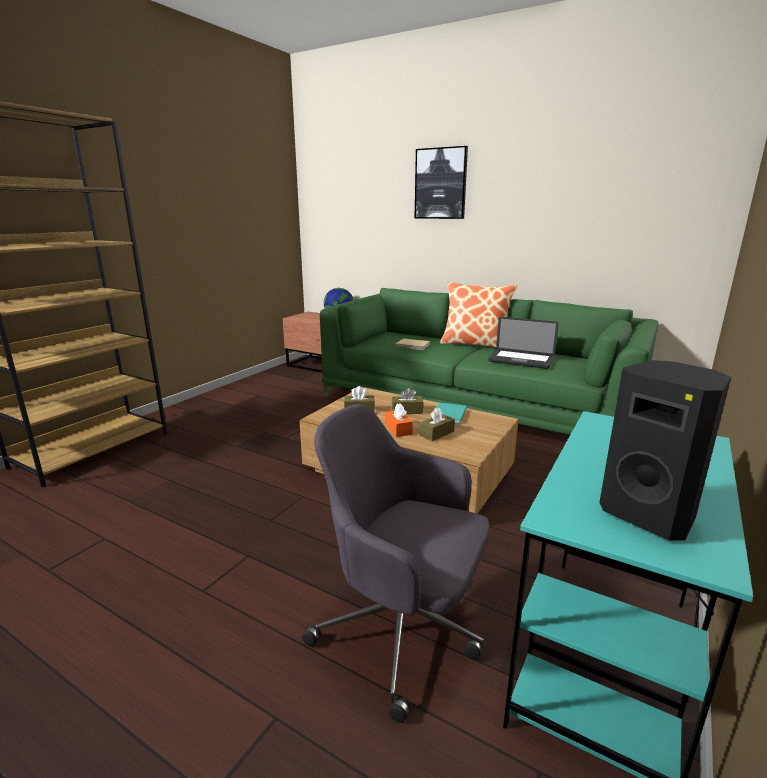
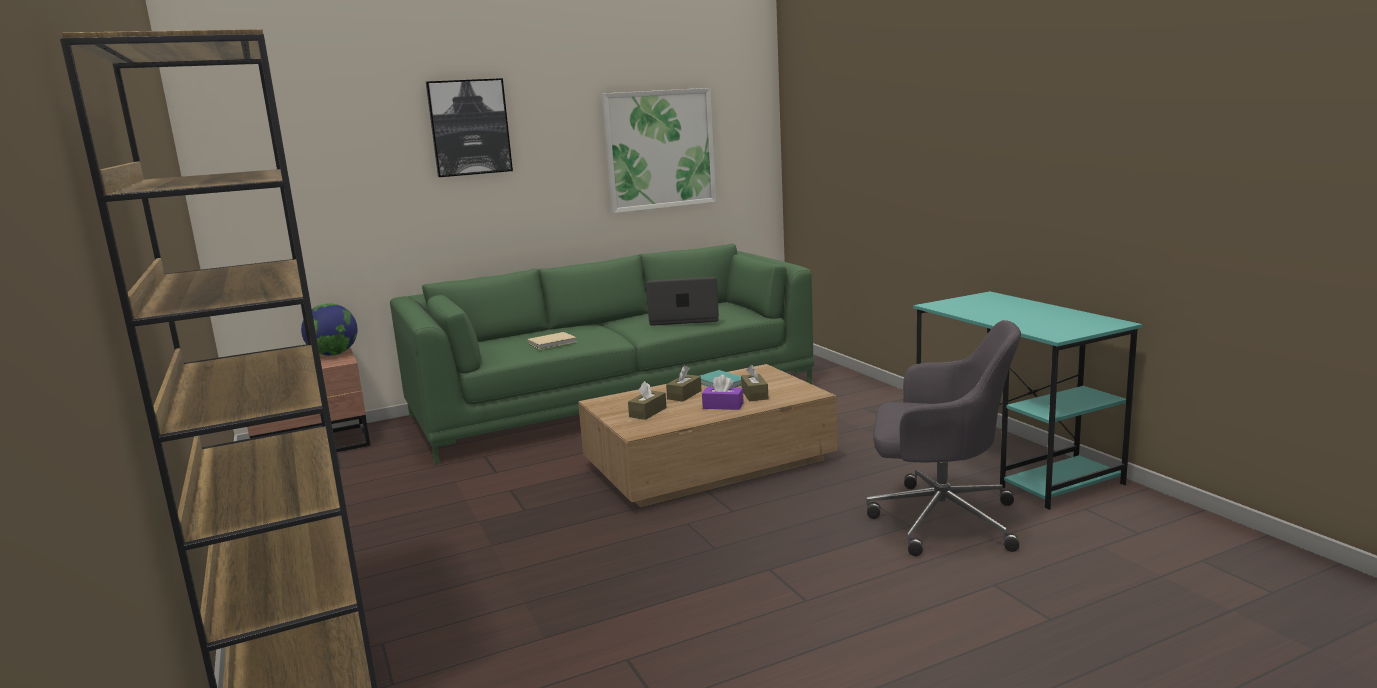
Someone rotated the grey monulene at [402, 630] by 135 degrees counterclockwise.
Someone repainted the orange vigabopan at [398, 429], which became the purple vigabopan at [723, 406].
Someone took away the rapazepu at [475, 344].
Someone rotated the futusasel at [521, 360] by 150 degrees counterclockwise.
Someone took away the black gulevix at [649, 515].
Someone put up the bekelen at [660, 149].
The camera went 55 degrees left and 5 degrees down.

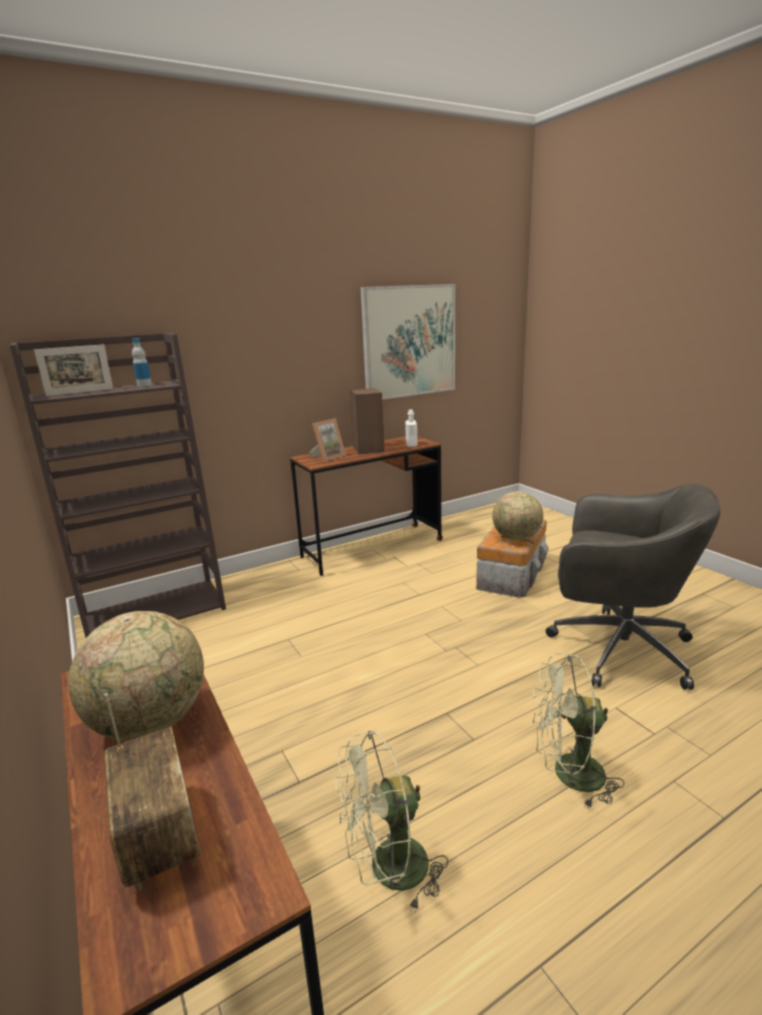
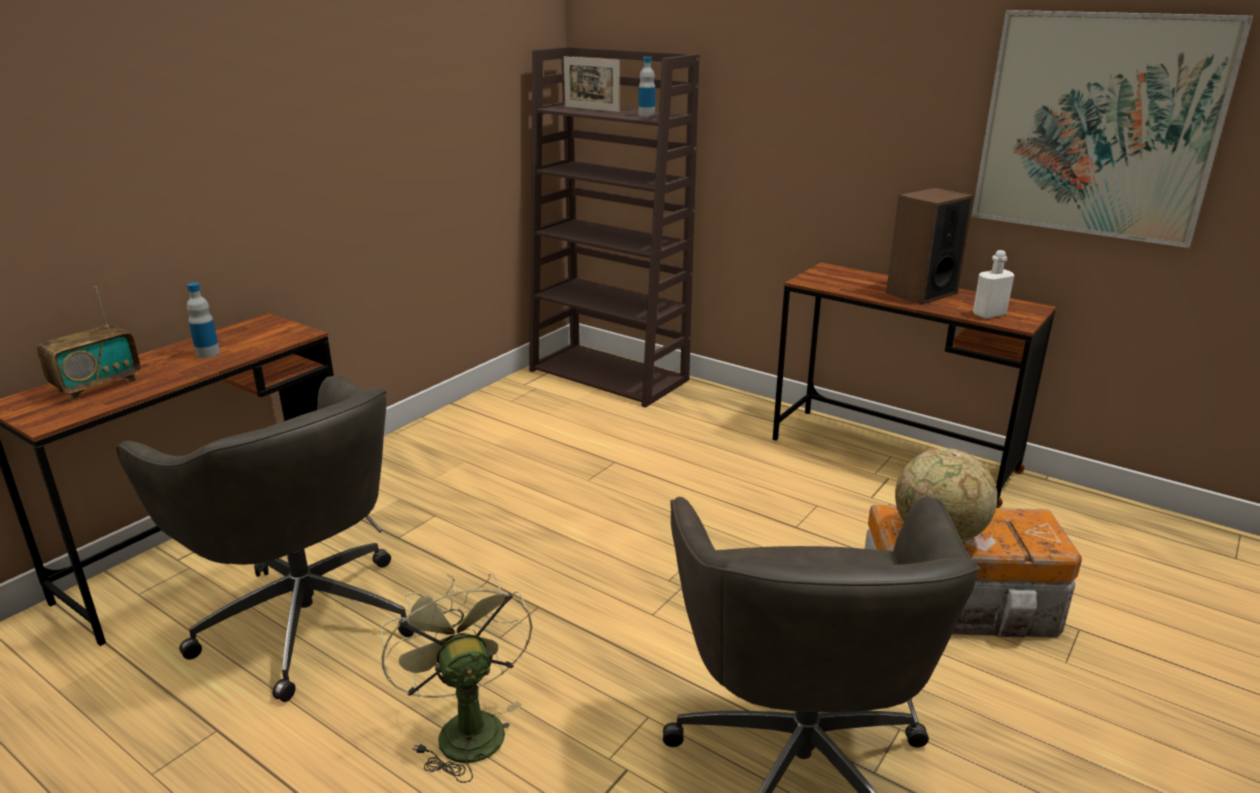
Someone swapped the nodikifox at [151, 722] for the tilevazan at [208, 354].
Someone took away the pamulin at [328, 457].
Someone swapped the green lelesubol at [388, 871] for the grey monulene at [305, 616].
The camera went 65 degrees right and 5 degrees up.

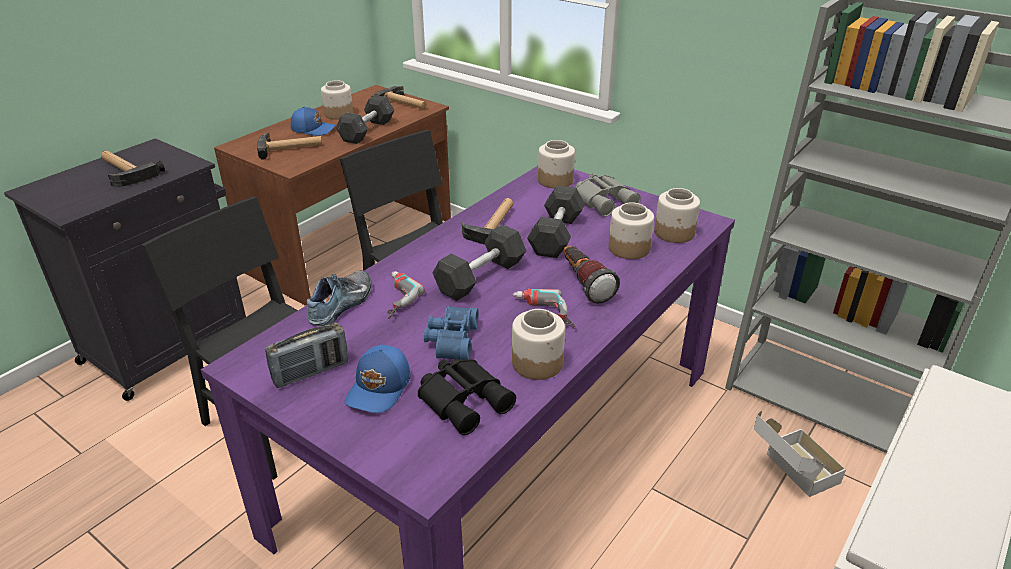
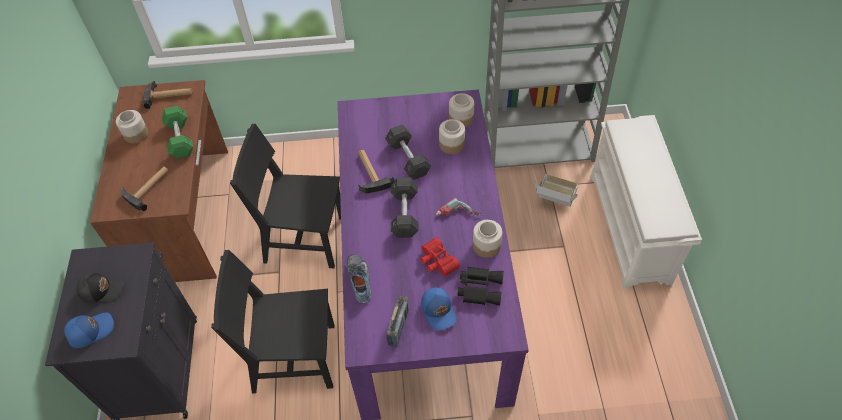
Someone swapped the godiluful at [124, 171] for the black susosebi at [101, 290].
Someone carried the blue susosebi from [313, 129] to [90, 330].
Someone repainted the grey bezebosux at [367, 131], which became the green bezebosux at [180, 138].
Someone took away the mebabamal at [392, 298].
Someone repainted the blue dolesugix at [450, 340], which became the red dolesugix at [437, 262].
Someone took away the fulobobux at [556, 180].
Someone took away the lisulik at [584, 284].
Someone took away the grey dolesugix at [605, 200].
The camera went 40 degrees left and 20 degrees up.

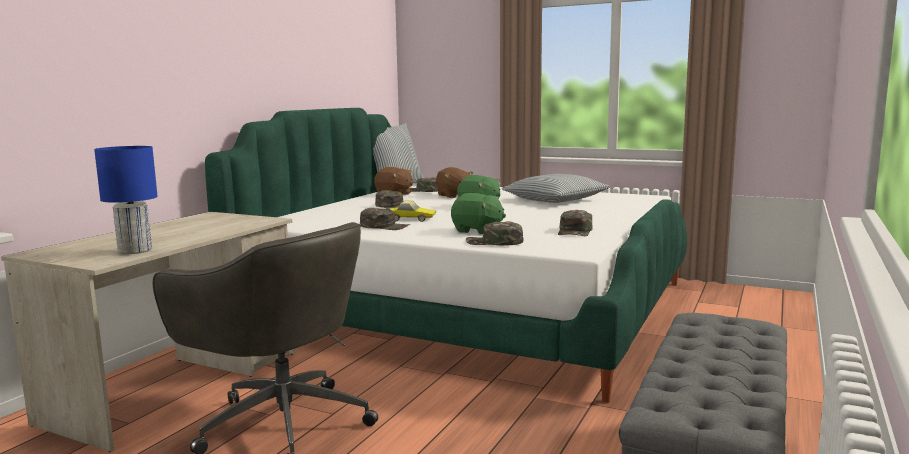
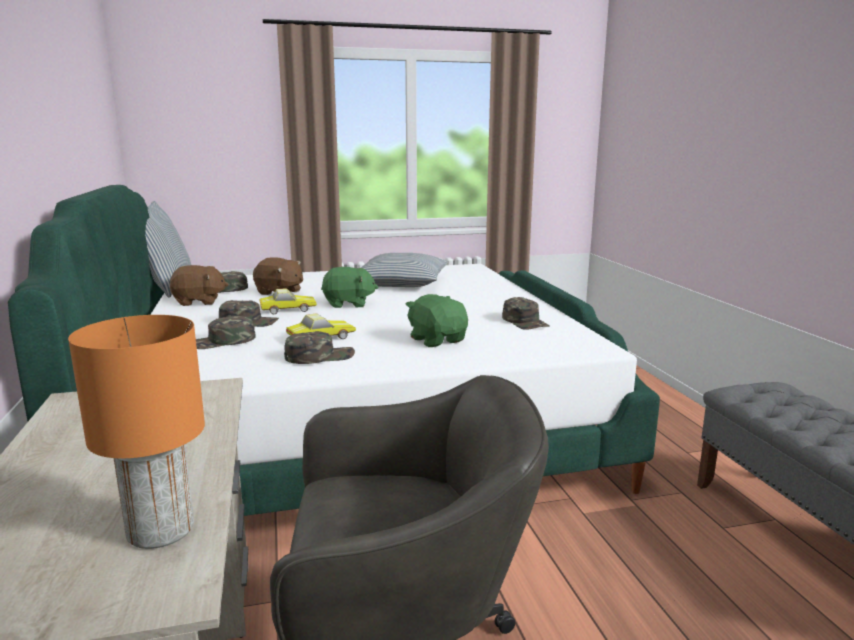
Someone repainted the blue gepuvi at [136, 250], which became the orange gepuvi at [162, 528].
Someone rotated the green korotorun at [477, 230] by 105 degrees counterclockwise.
Someone carried the green susosebi from [494, 242] to [222, 341].
Someone put down the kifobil at [287, 309].
The camera went 40 degrees left and 5 degrees up.

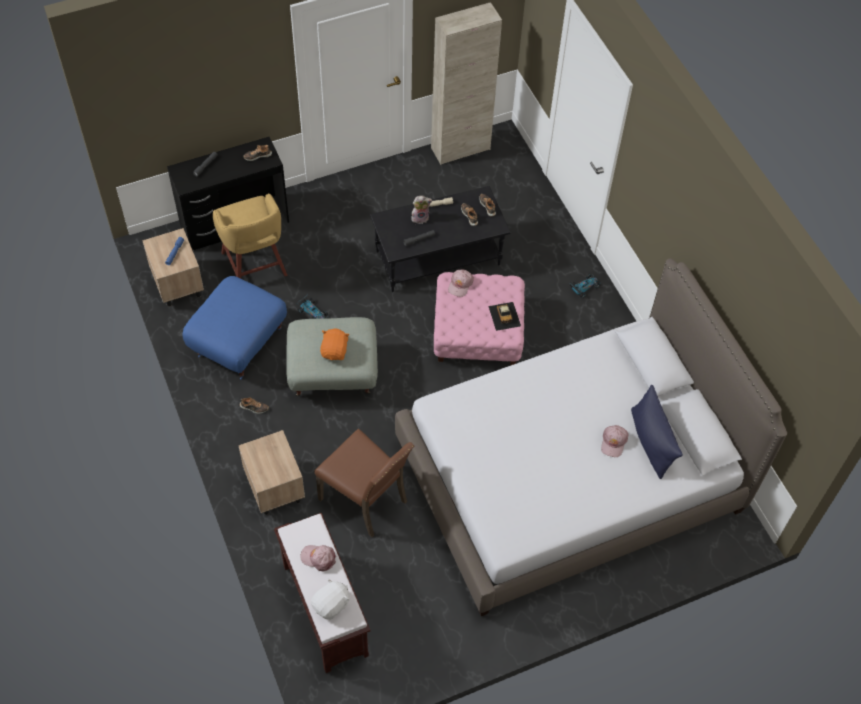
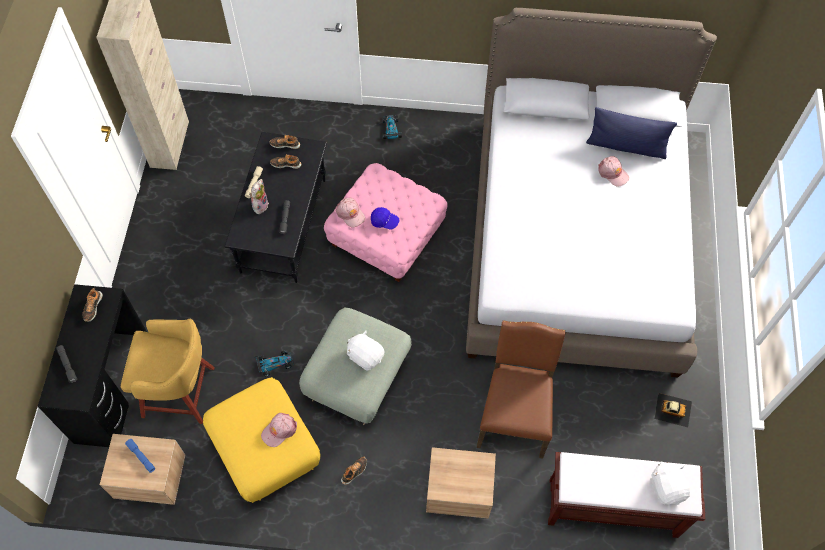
Someone repainted the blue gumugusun at [238, 341], which became the yellow gumugusun at [265, 451].
Someone carried the pink susosebi from [318, 558] to [279, 430].
Someone rotated the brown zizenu at [366, 500] by 60 degrees counterclockwise.
Someone repainted the orange korotorun at [335, 351], which became the white korotorun at [365, 356].
Someone carried the kifobil from [504, 316] to [673, 409].
Someone put down the blue susosebi at [384, 221].
The camera went 60 degrees left and 5 degrees up.

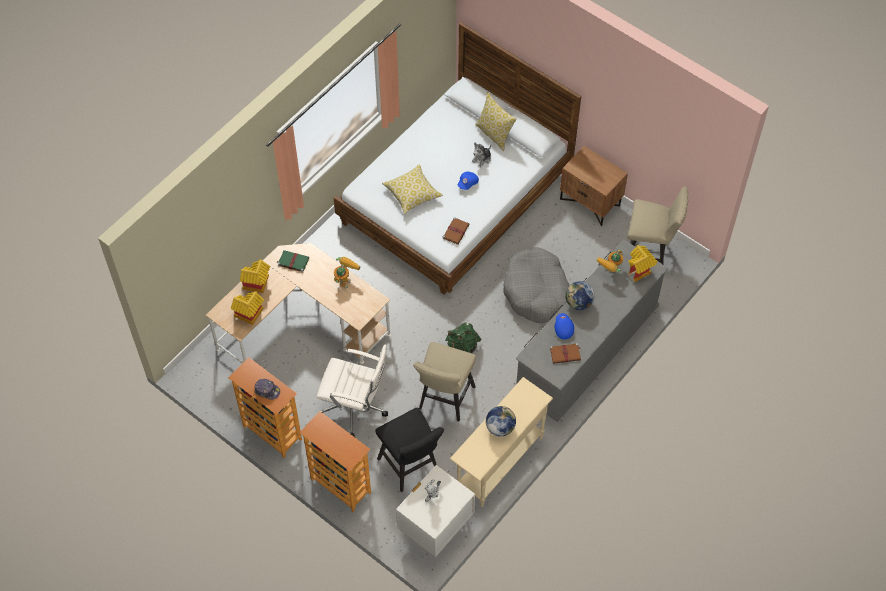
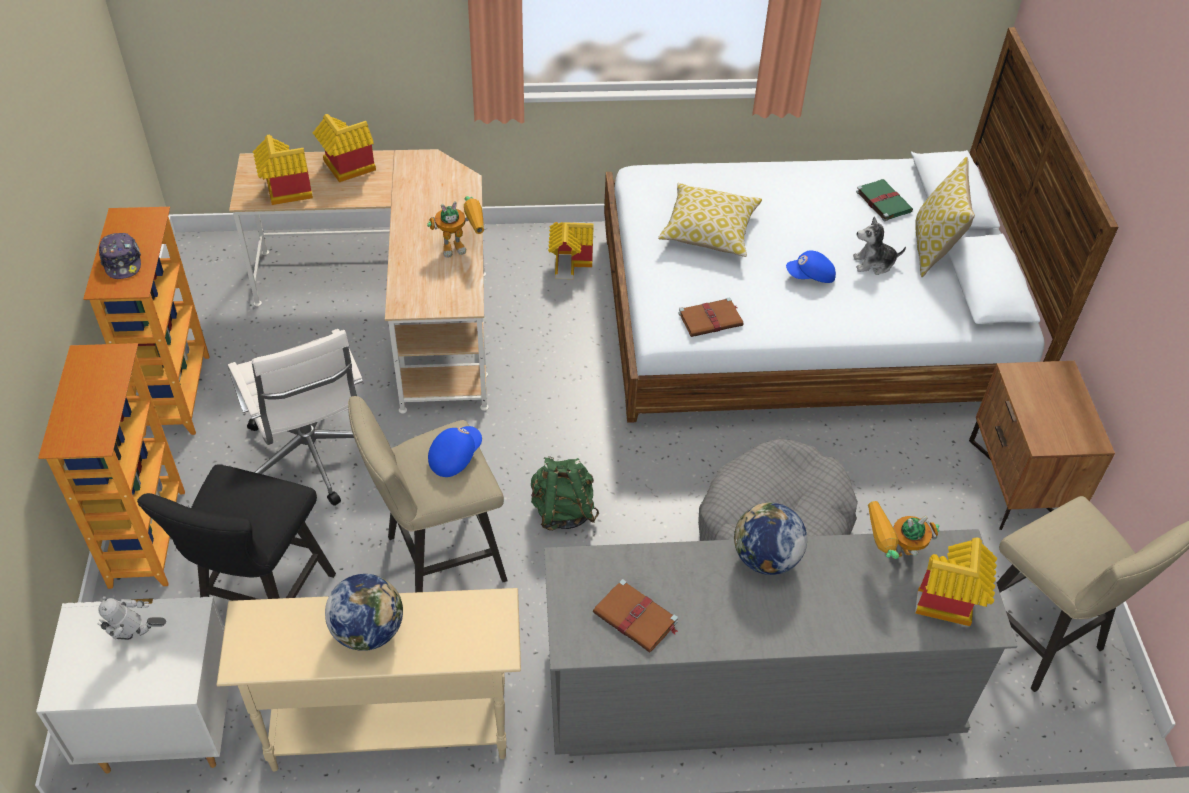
Someone carried the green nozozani from [293, 261] to [883, 201].
Someone carried the blue susosebi from [563, 328] to [455, 456].
Someone put down the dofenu at [570, 262].
The camera went 45 degrees right and 10 degrees down.

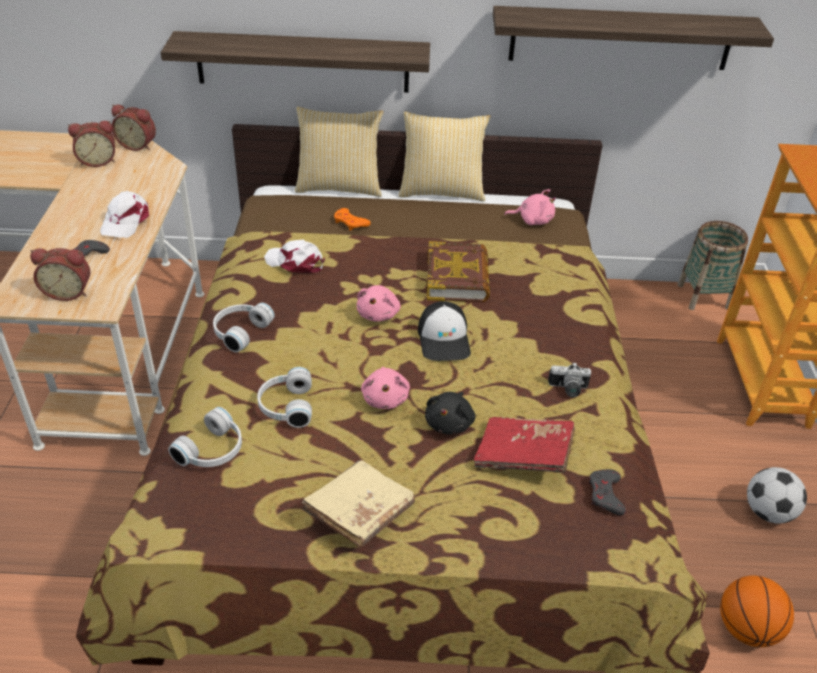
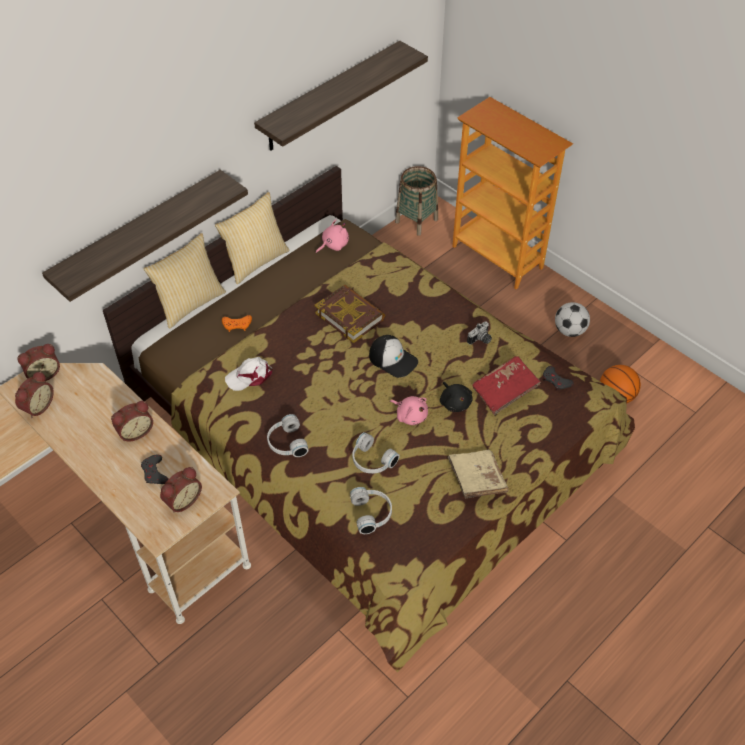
Someone swapped the white susosebi at [125, 221] for the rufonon at [135, 431].
Someone took away the pink korotorun at [379, 314].
The camera went 45 degrees left and 10 degrees up.

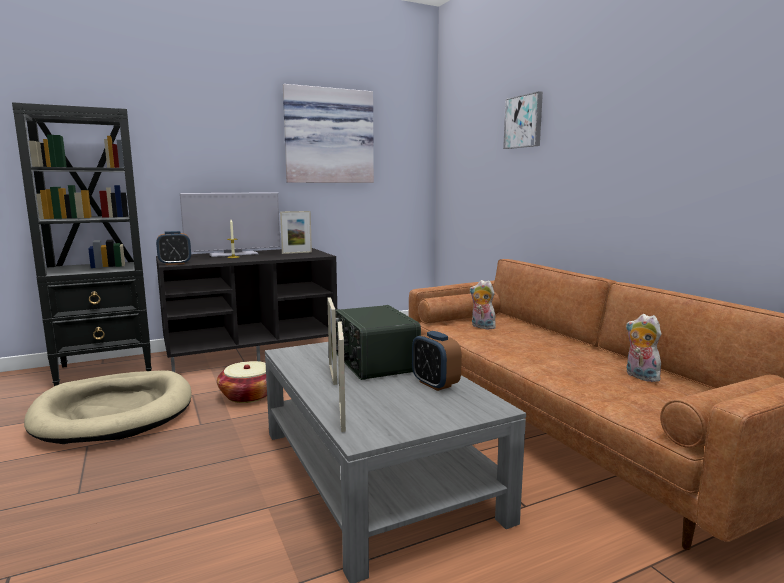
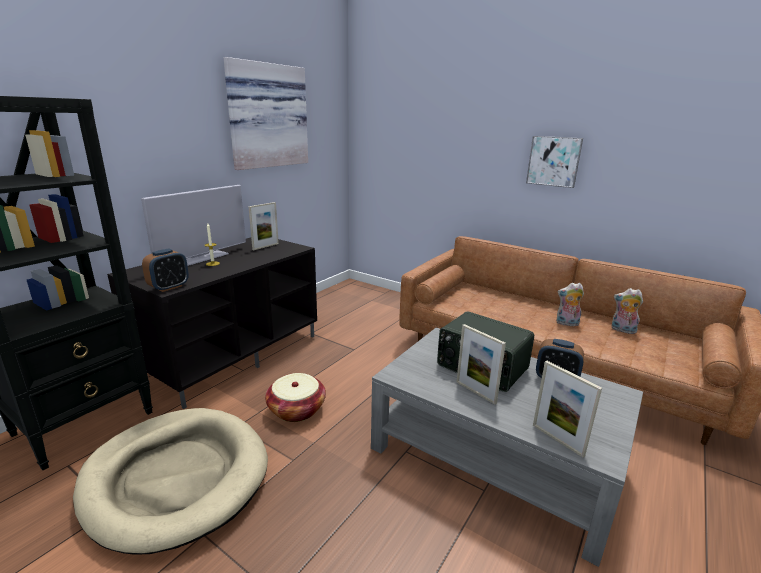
Someone carried the korotorun from [481, 327] to [566, 323].
Someone carried the bekelen from [524, 121] to [554, 161].
The camera went 30 degrees left and 10 degrees up.

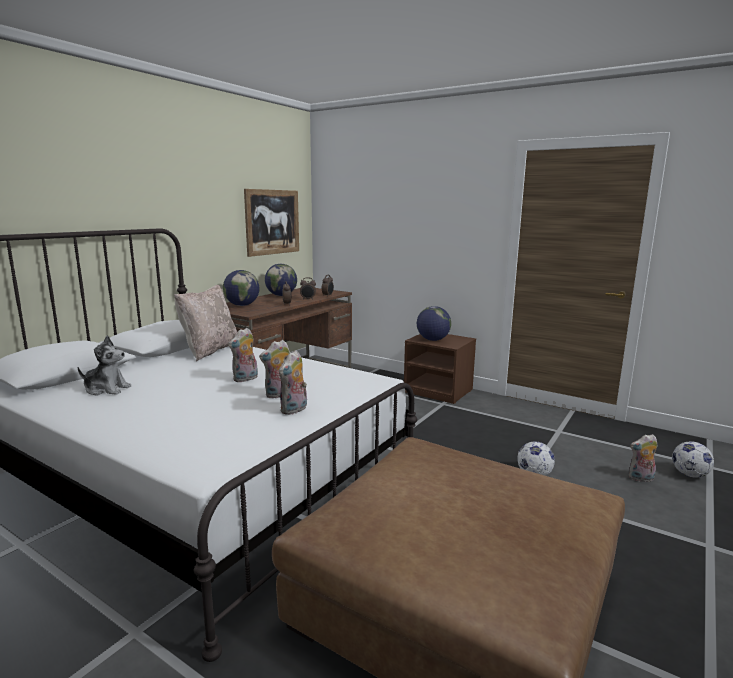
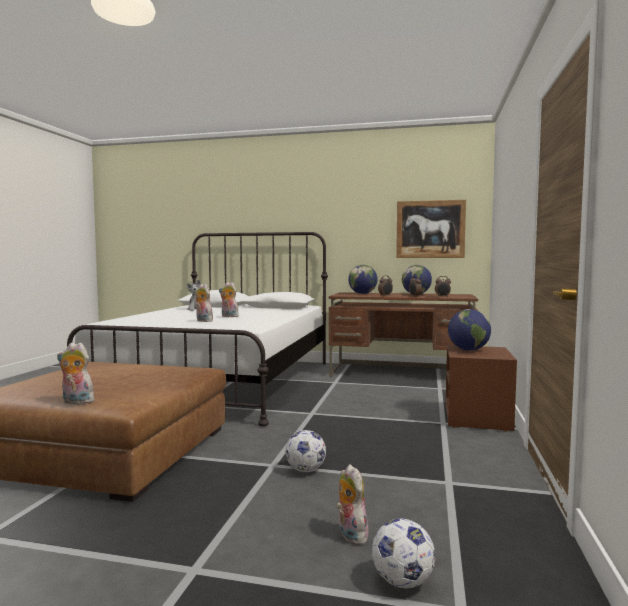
Someone took away the beige rapazepu at [210, 350].
Someone carried the korotorun from [294, 410] to [76, 402].
The camera went 70 degrees right and 10 degrees down.

